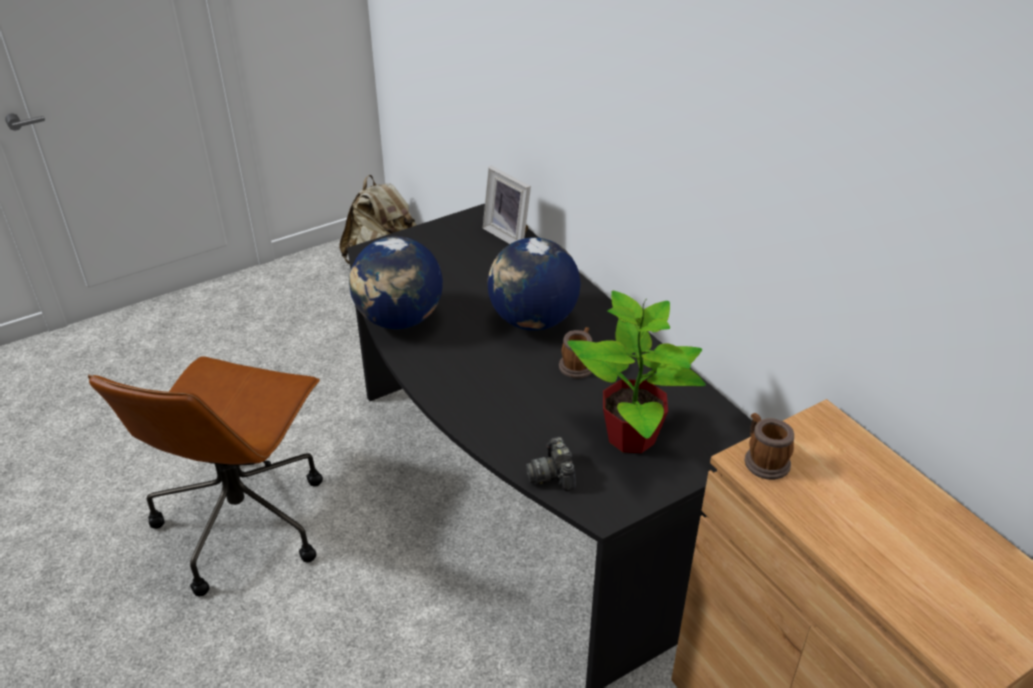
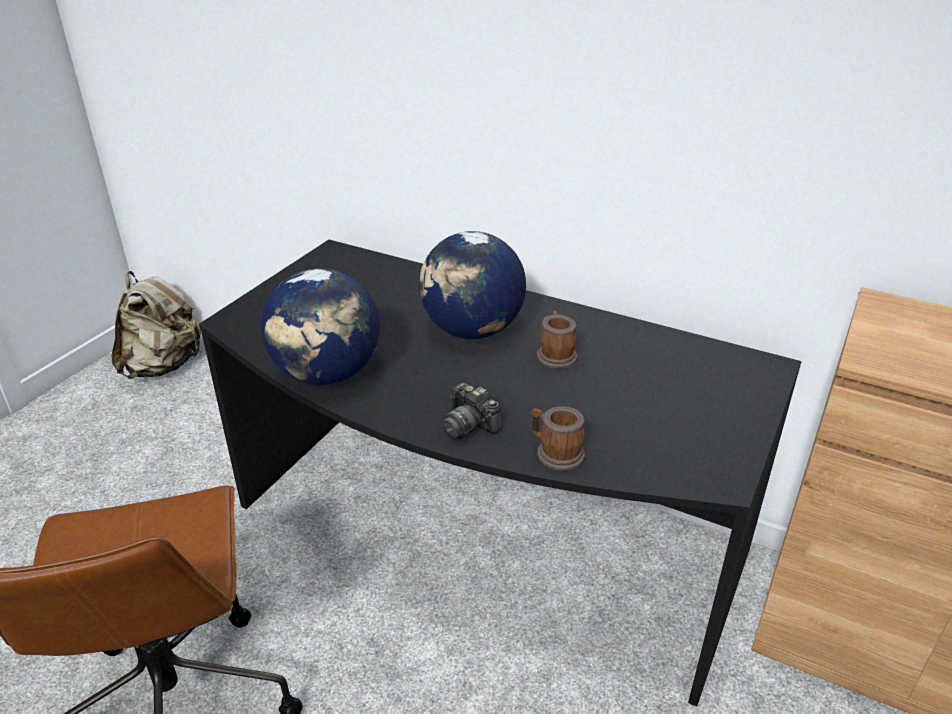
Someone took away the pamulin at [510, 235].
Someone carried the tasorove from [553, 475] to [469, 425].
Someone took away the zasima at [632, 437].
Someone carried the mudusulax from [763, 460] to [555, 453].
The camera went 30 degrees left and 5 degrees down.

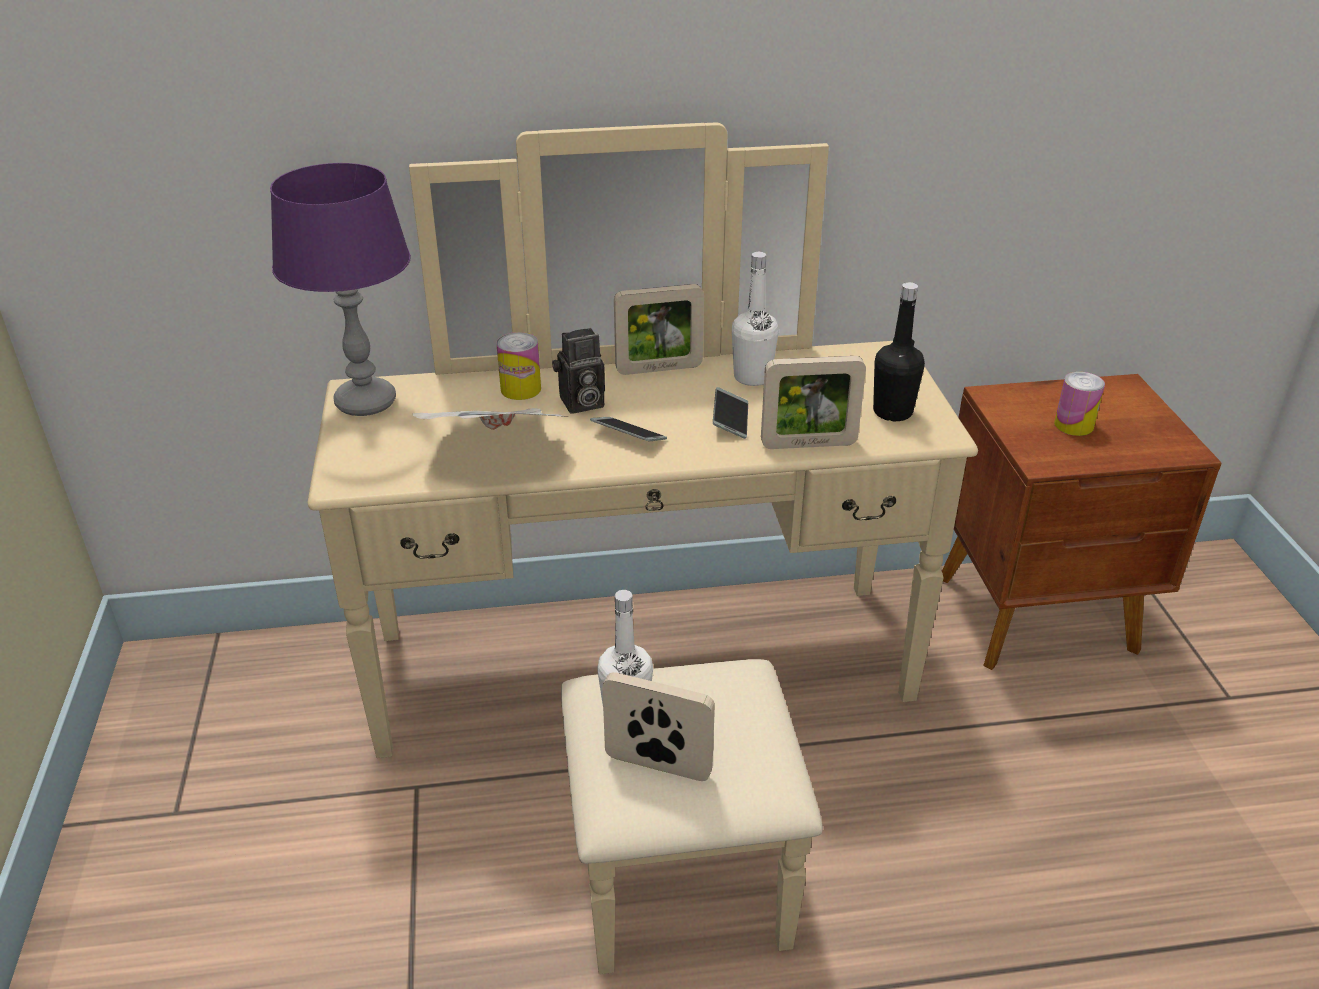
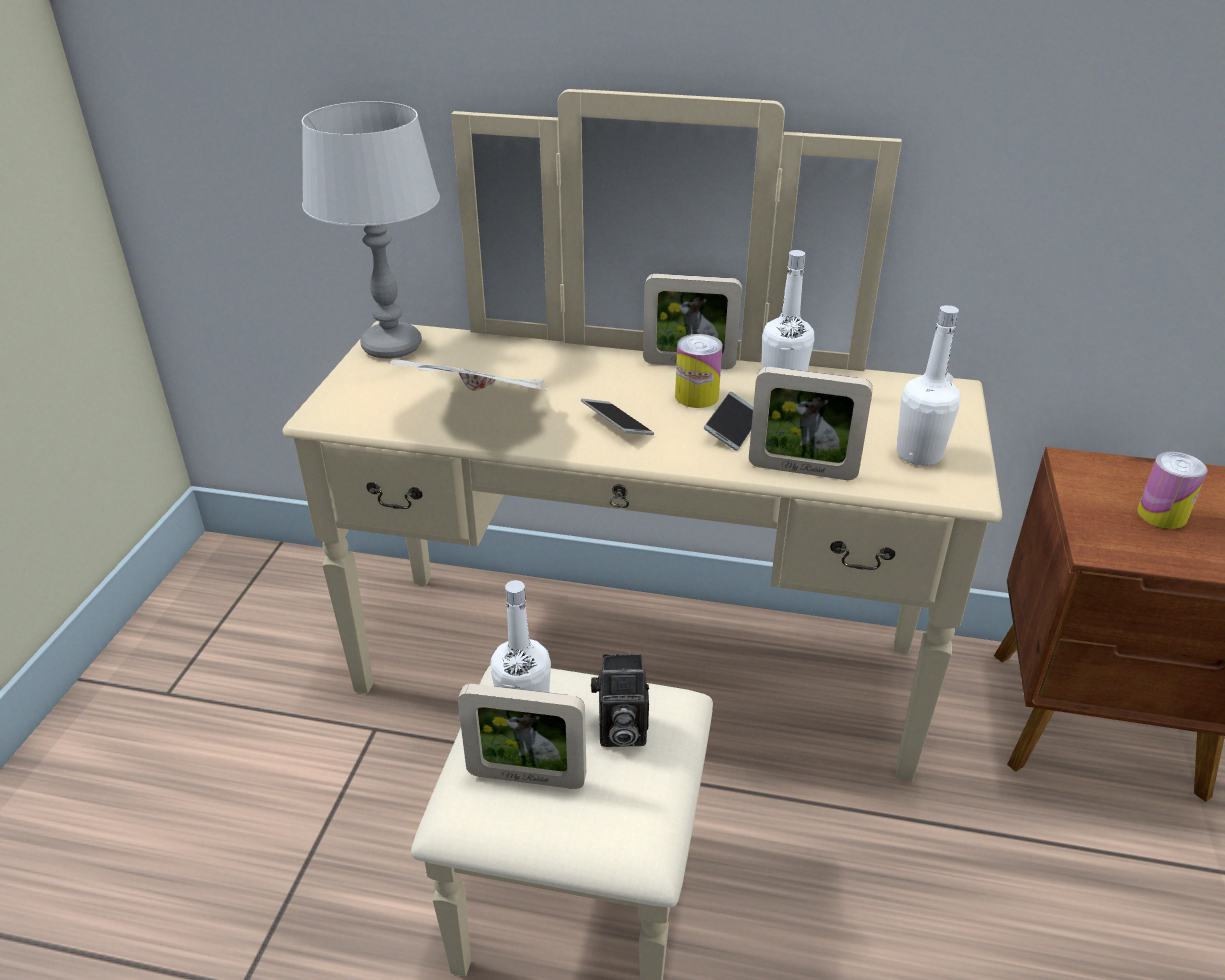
Someone repainted the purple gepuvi at [366, 403], which became the grey gepuvi at [392, 347].
Someone carried the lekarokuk from [520, 389] to [696, 396].
Someone carried the tasorove from [580, 404] to [619, 732].
Someone rotated the pamulin at [658, 765] by 150 degrees clockwise.
Someone repainted the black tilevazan at [892, 412], which became the white tilevazan at [919, 454].
The camera went 20 degrees right and 0 degrees up.

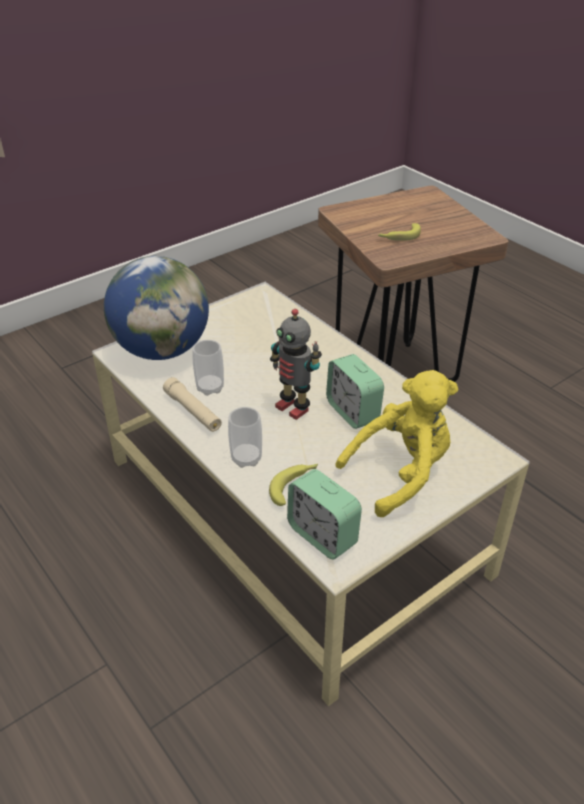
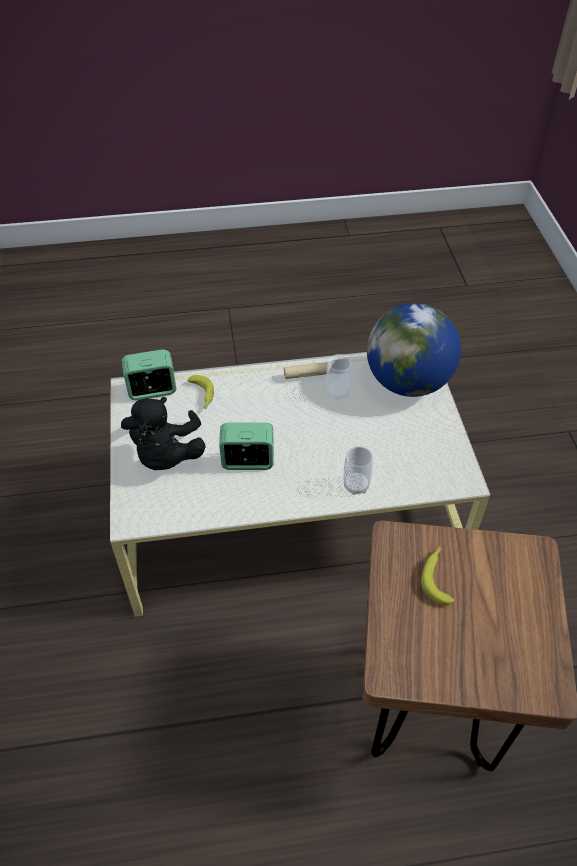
Someone carried the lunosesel from [246, 458] to [356, 485].
Someone took away the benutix at [293, 407].
Someone repainted the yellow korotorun at [401, 472], which became the black korotorun at [166, 455].
The camera went 120 degrees right and 10 degrees up.

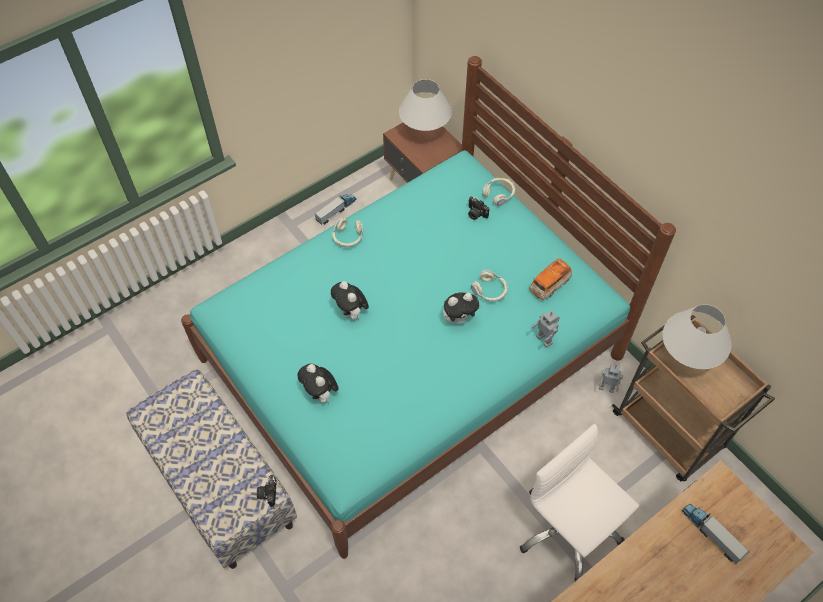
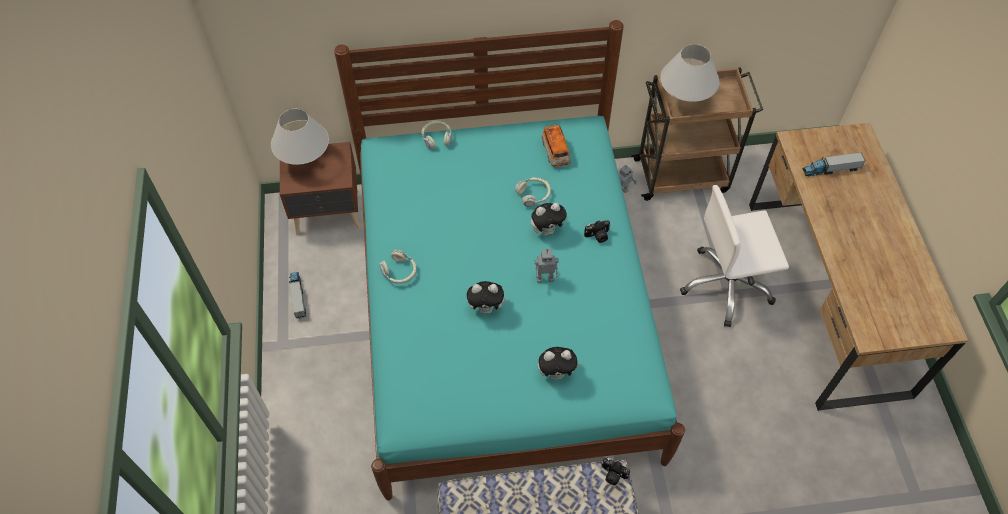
Someone rotated the korotorun at [459, 319] by 60 degrees clockwise.
Someone carried the tasorove from [475, 214] to [598, 236].
Someone carried the benutix from [545, 339] to [545, 278].
The camera went 60 degrees left and 0 degrees up.

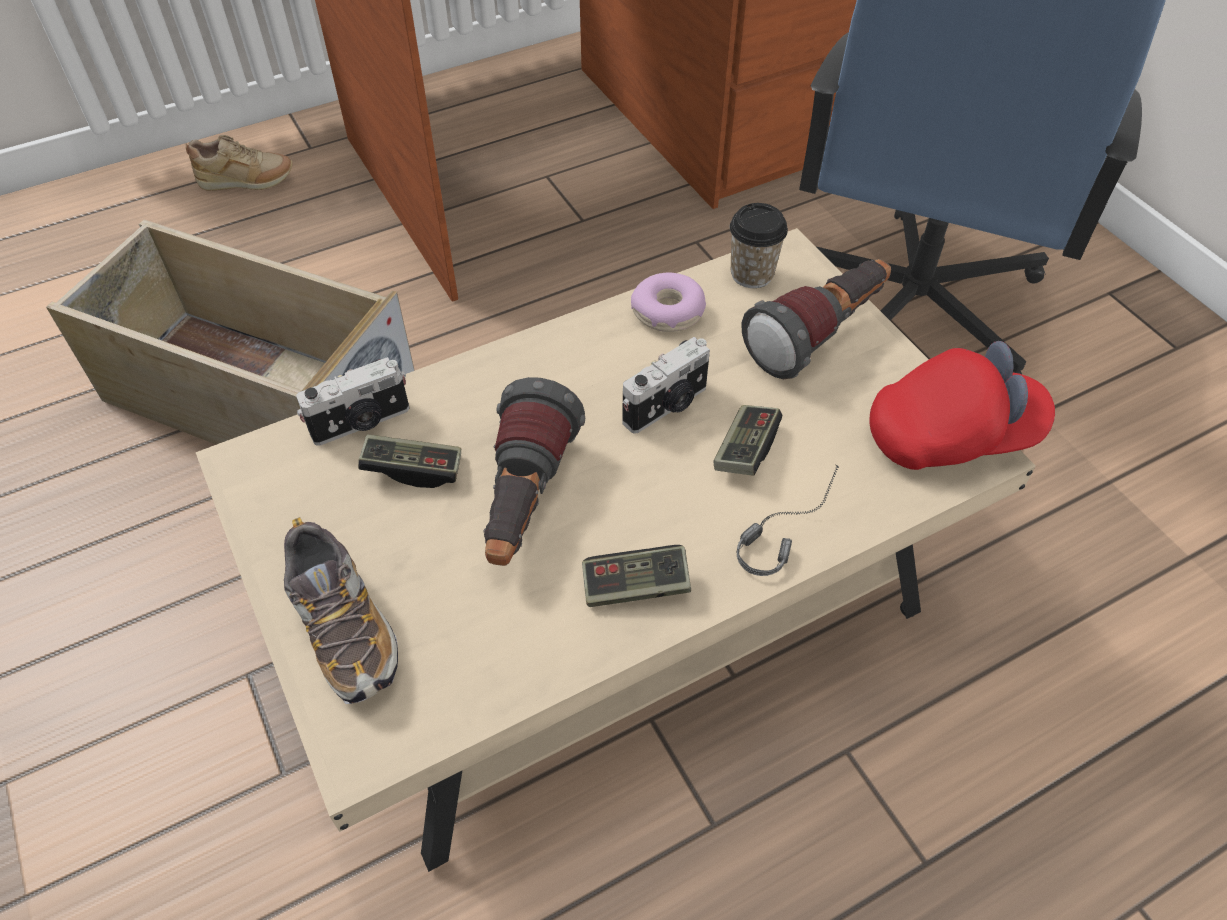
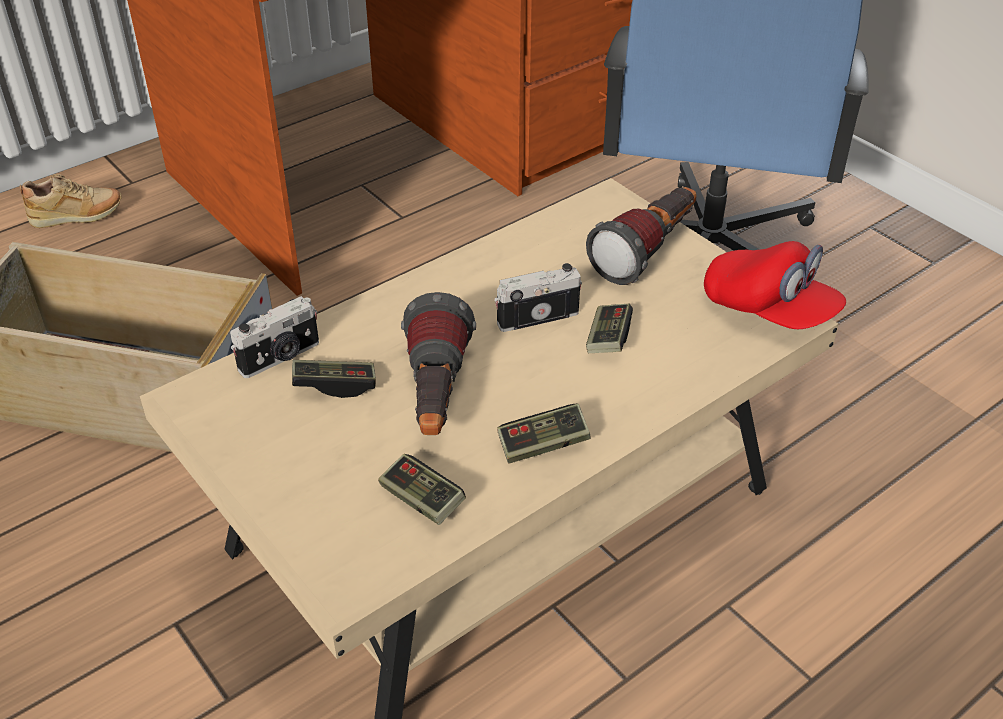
Someone took away the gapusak at [345, 627].
Someone rotated the tasorove at [667, 406] by 150 degrees counterclockwise.
Someone took away the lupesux at [668, 312].
Someone took away the lunosesel at [752, 274].
Someone took away the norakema at [783, 524].
Someone rotated the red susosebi at [951, 435] by 60 degrees clockwise.
Someone put down the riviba at [421, 500].
The camera went 10 degrees left and 10 degrees down.

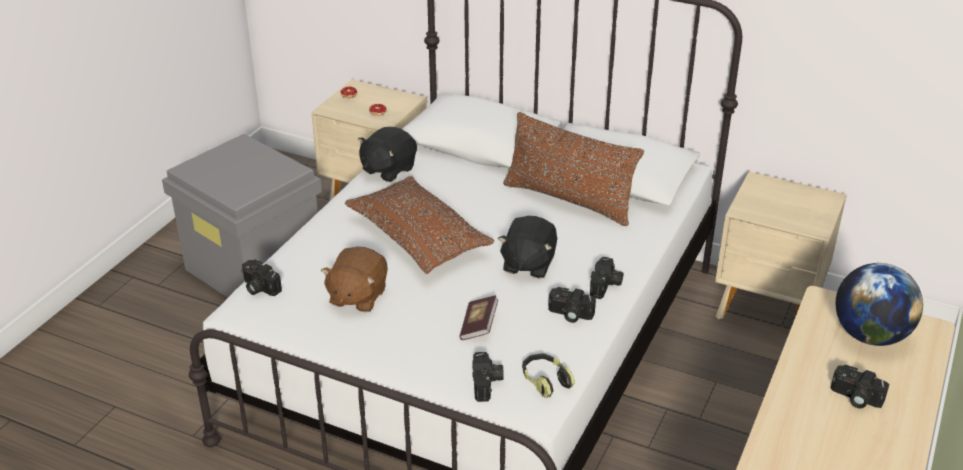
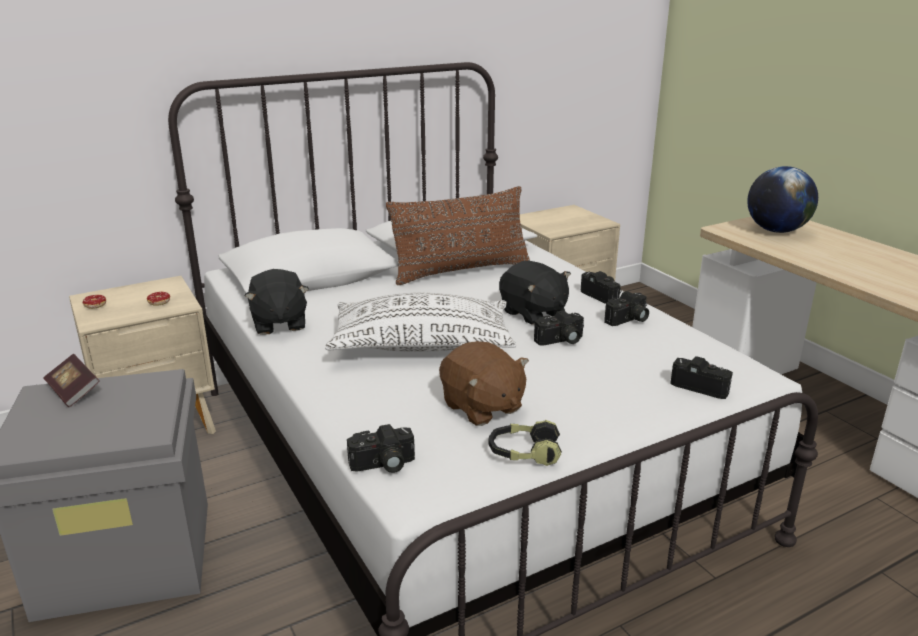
Someone repainted the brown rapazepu at [418, 238], which became the white rapazepu at [422, 345].
Someone carried the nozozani from [478, 326] to [74, 391].
Someone carried the norakema from [545, 381] to [524, 454].
Someone carried the tasorove from [855, 398] to [560, 341].
The camera went 55 degrees left and 10 degrees down.

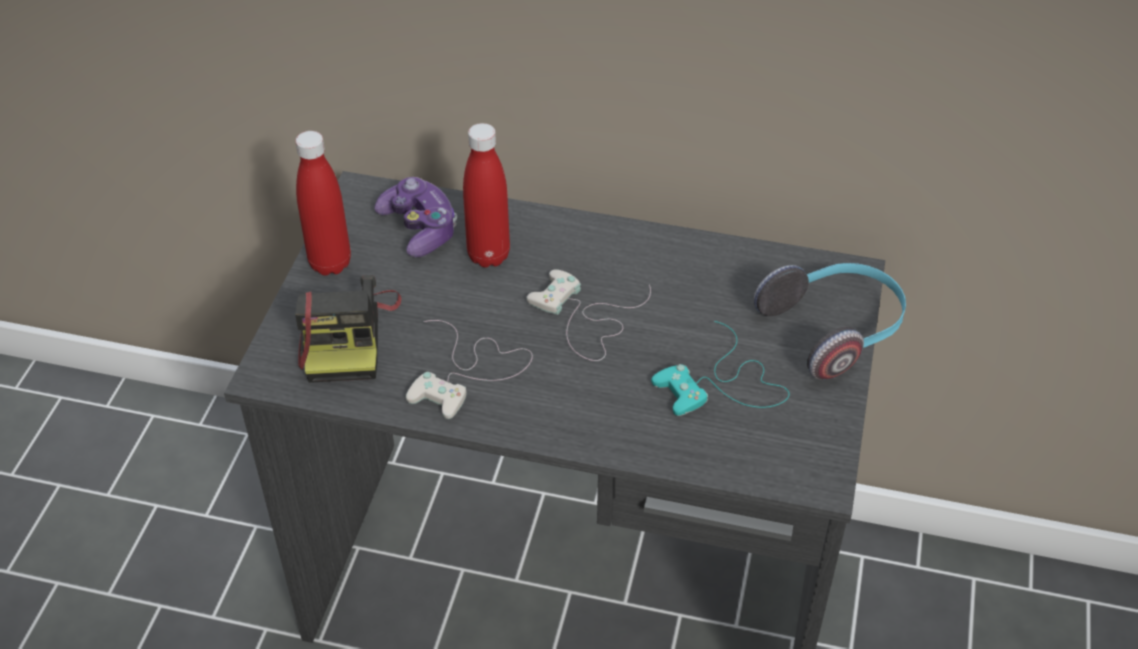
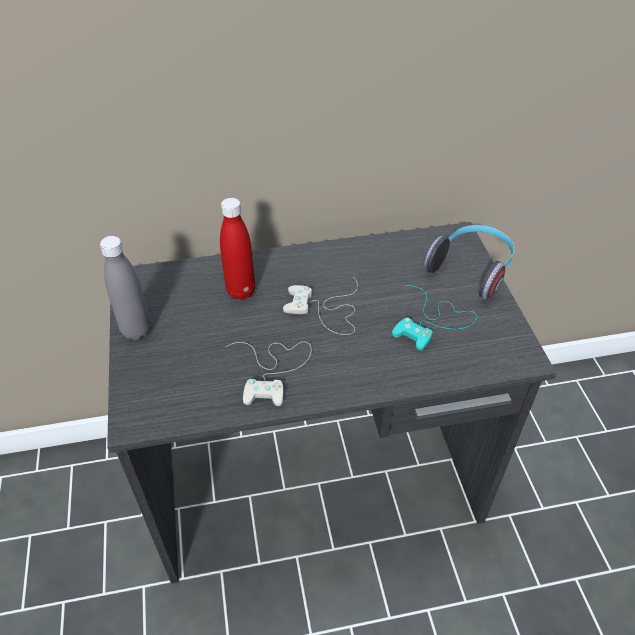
Someone repainted the red tilevazan at [330, 263], which became the grey tilevazan at [136, 330].
Someone took away the tasorove at [347, 335].
Someone took away the riviba at [419, 228].
The camera went 25 degrees left and 0 degrees up.

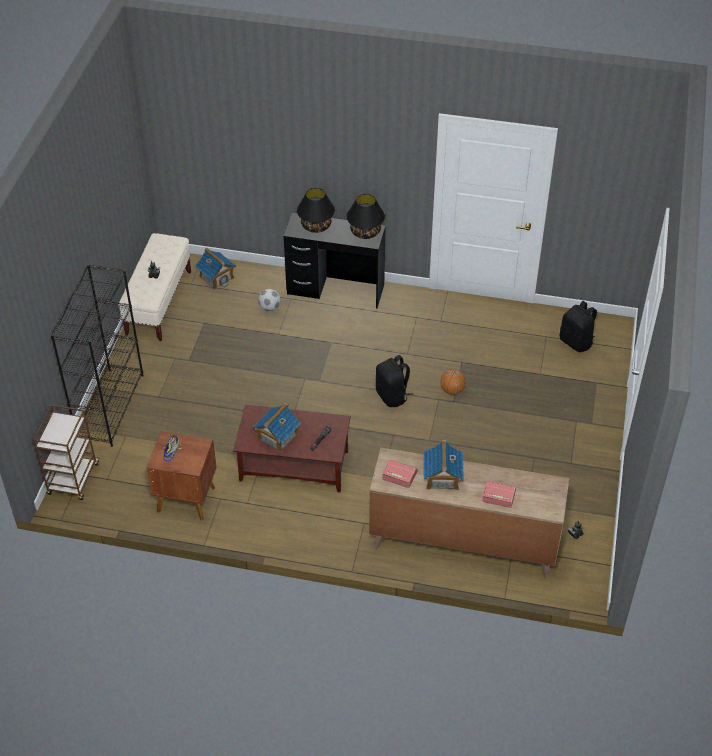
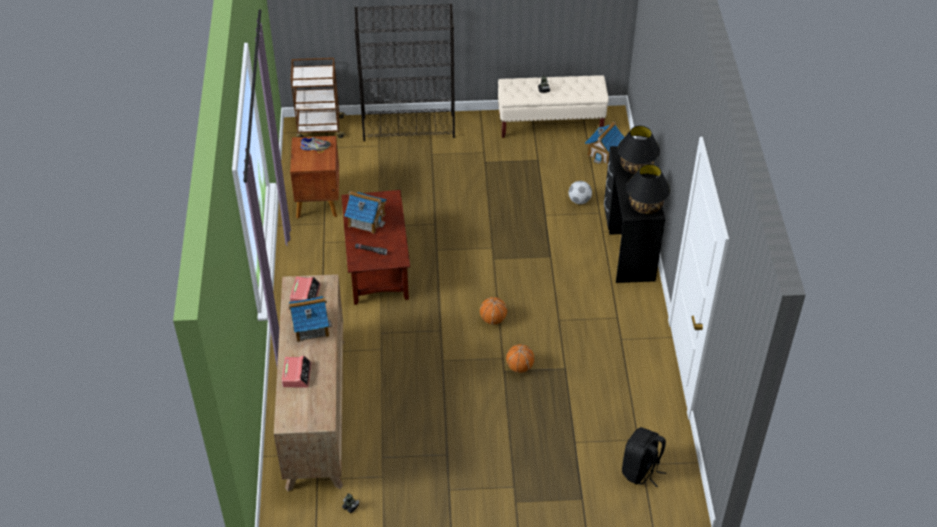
Someone swapped the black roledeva at [392, 396] for the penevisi at [493, 319].
The camera went 75 degrees right and 0 degrees up.

